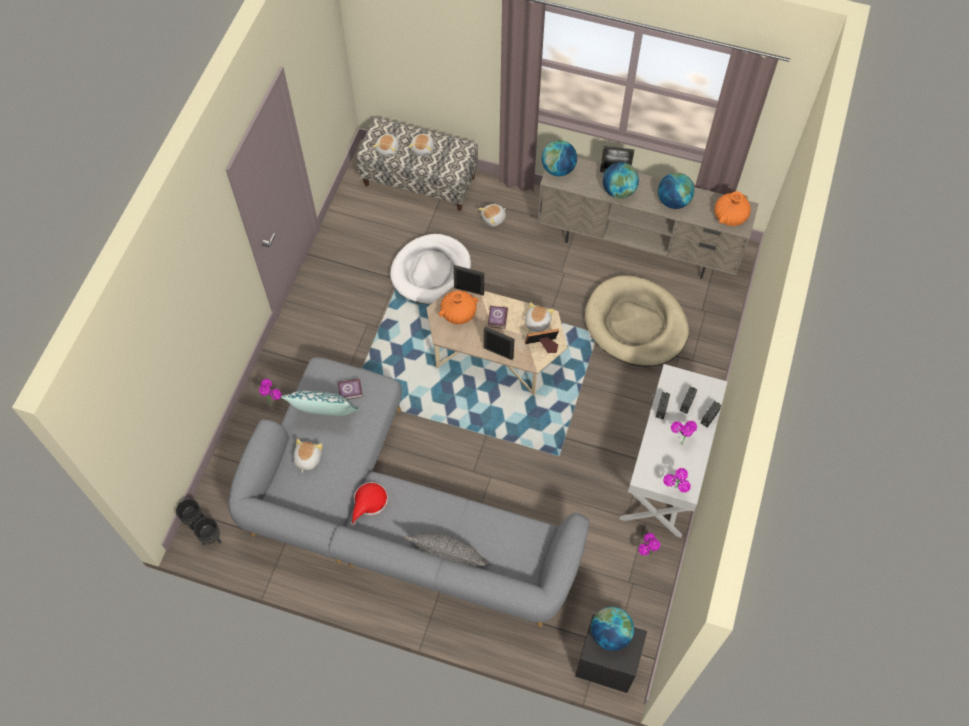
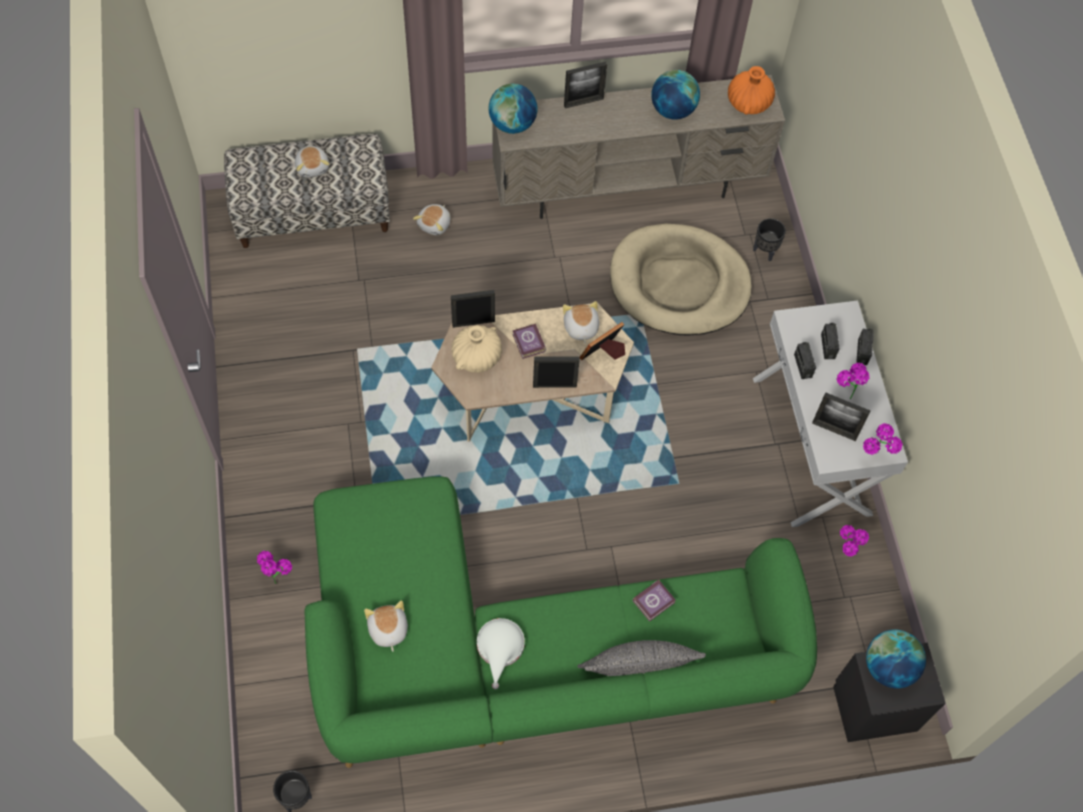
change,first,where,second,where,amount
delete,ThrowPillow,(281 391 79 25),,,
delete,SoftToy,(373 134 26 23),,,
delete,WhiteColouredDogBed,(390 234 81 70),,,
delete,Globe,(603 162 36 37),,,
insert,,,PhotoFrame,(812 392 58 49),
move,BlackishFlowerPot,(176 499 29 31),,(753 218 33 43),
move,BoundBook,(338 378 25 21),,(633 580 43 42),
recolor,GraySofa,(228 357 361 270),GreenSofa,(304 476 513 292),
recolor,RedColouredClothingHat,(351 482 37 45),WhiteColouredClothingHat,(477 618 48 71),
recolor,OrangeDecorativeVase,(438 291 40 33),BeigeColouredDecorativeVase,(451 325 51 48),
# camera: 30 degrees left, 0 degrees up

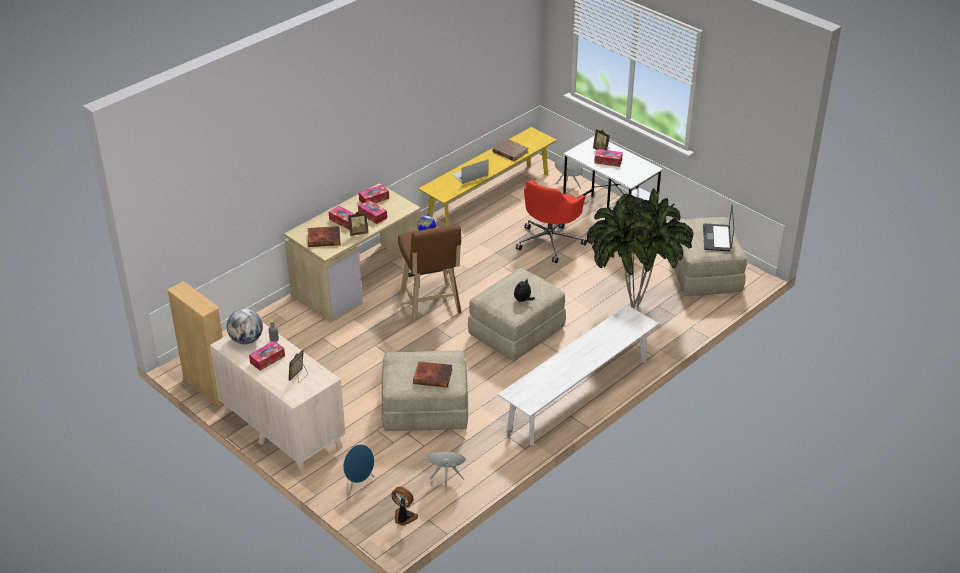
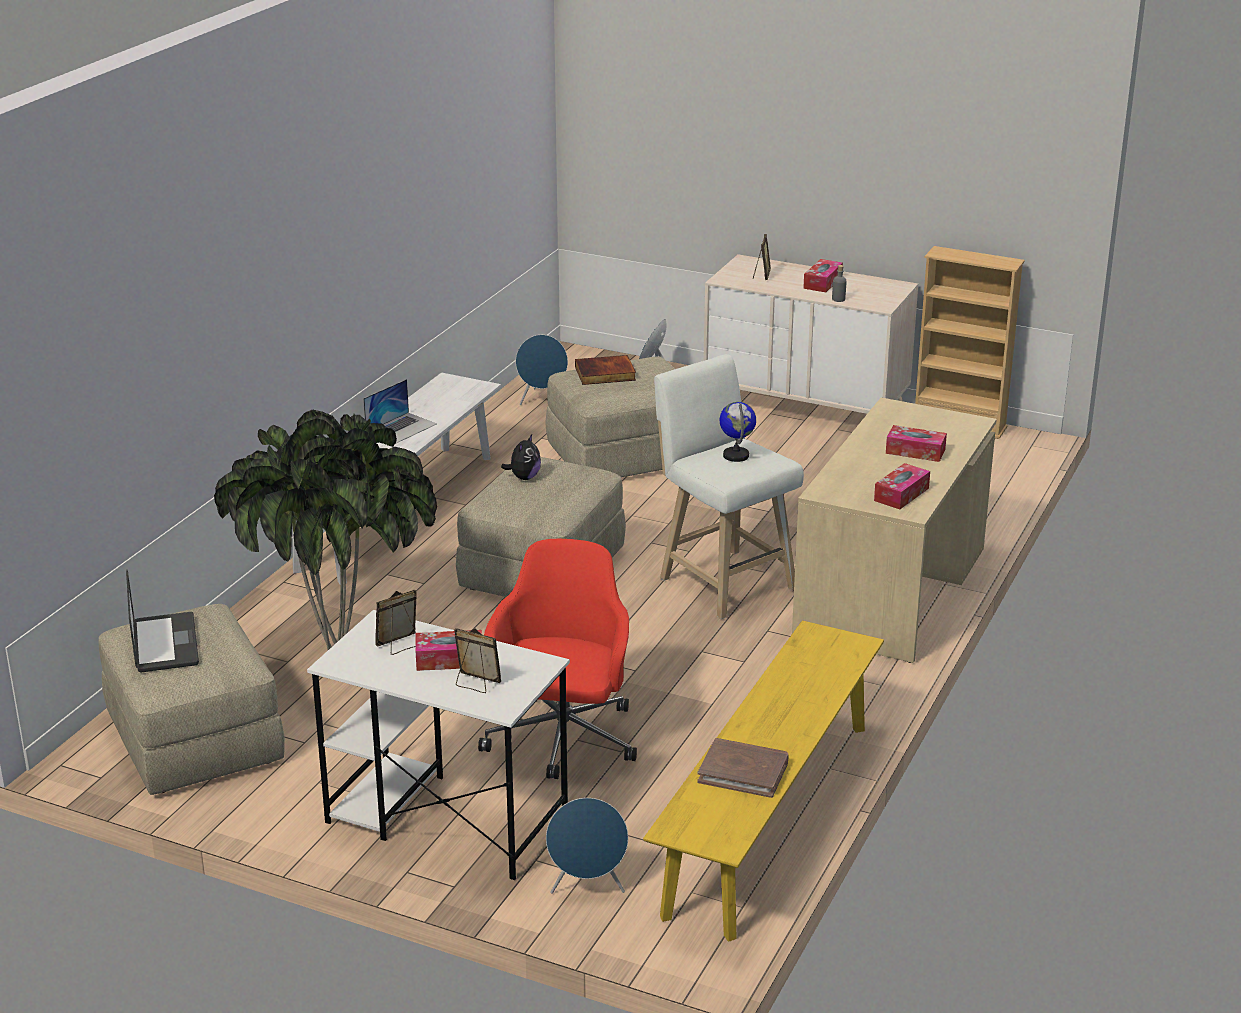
change,first,where,second,where,amount
delete,Globe,(227 309 36 35),,,
delete,BoundBook,(308 226 32 21),,,
delete,TissueBox,(358 200 29 24),,,
delete,Fan,(391 487 27 39),,,
move,PhotoFrame,(348 212 20 24),,(375 590 42 65),
move,Laptop,(452 159 36 25),,(363 379 73 65),
recolor,BrownStool,(398 225 64 97),WhiteColouredStool,(654 354 150 265),
# camera: 160 degrees right, 10 degrees down

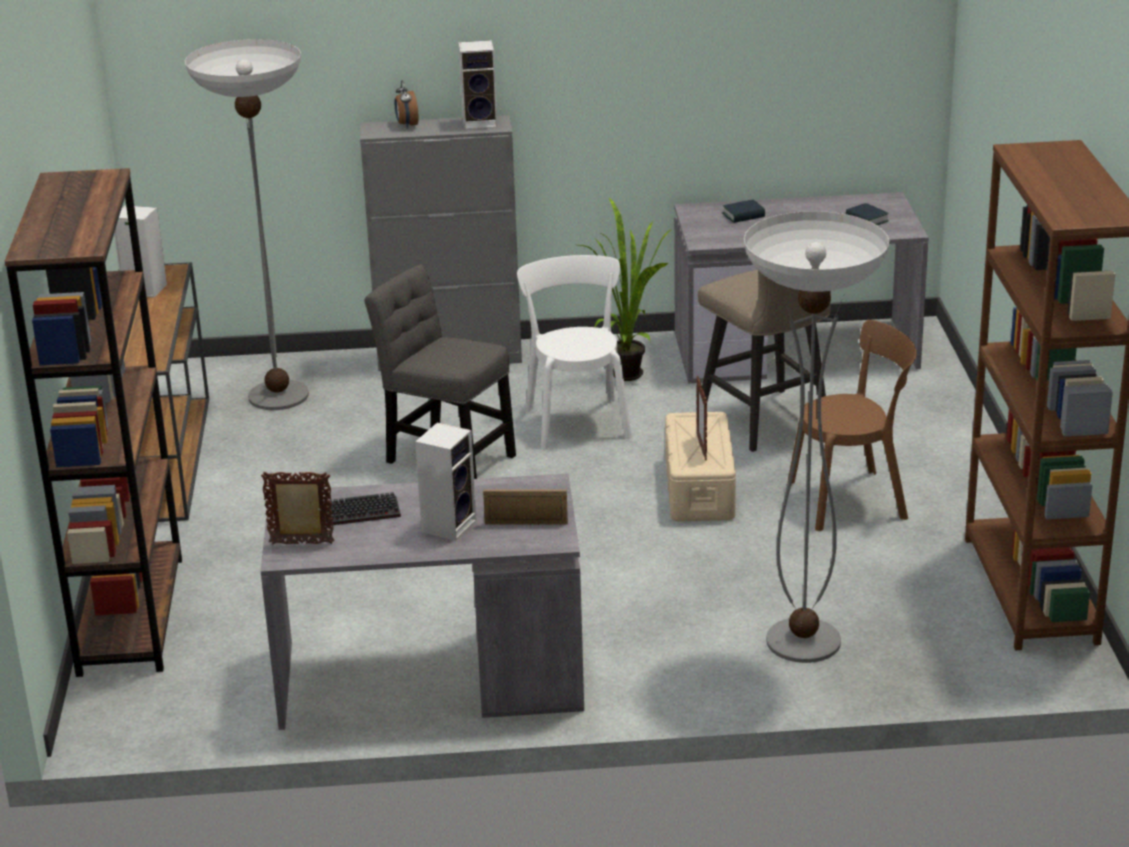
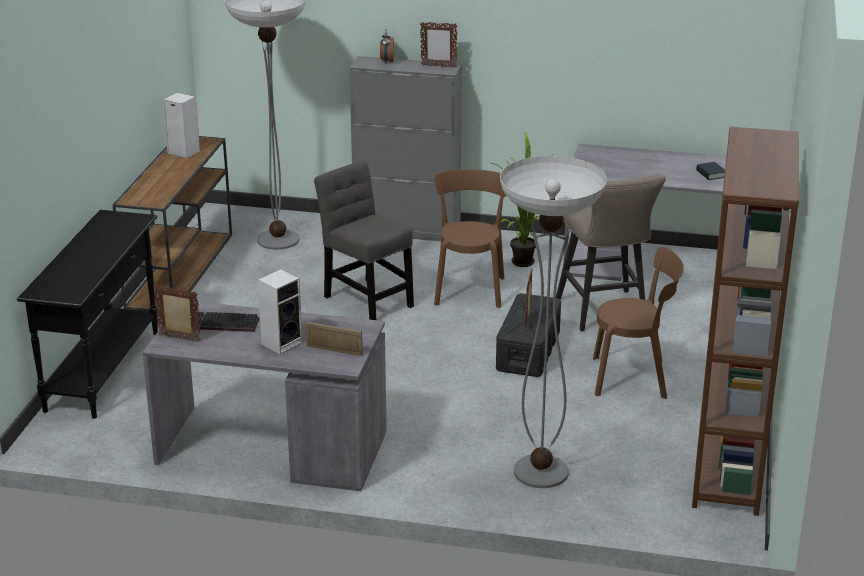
change,first,where,second,where,amount
delete,BoundBook,(722 200 43 23),,,
replace,BrownBookcase,(5 168 177 509),BlackishHallTable,(17 210 141 209),
replace,AudioSpeaker,(458 40 39 90),PhotoFrame,(420 22 38 46),
recolor,WhiteColouredChair,(517 255 115 194),BrownChair,(434 169 72 139),
recolor,BeigeColouredStorageBin,(665 412 71 109),BlackishStorageBin,(496 293 65 84),
# camera: 15 degrees right, 0 degrees up

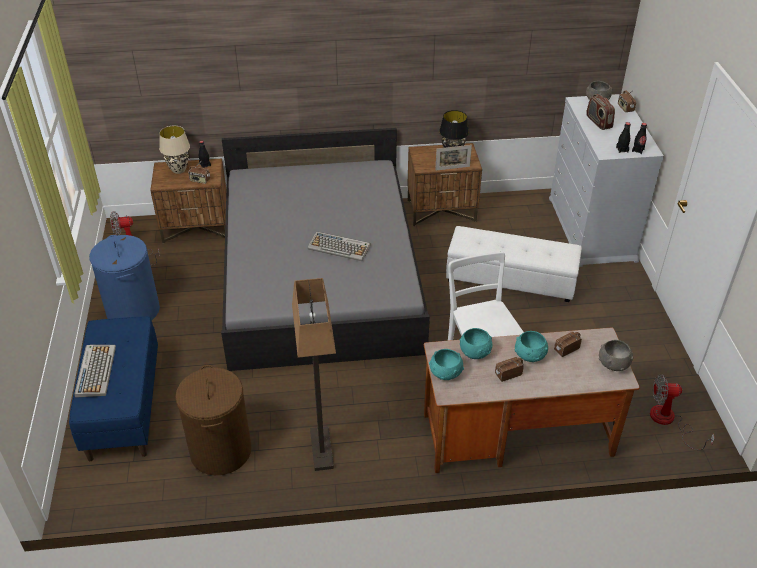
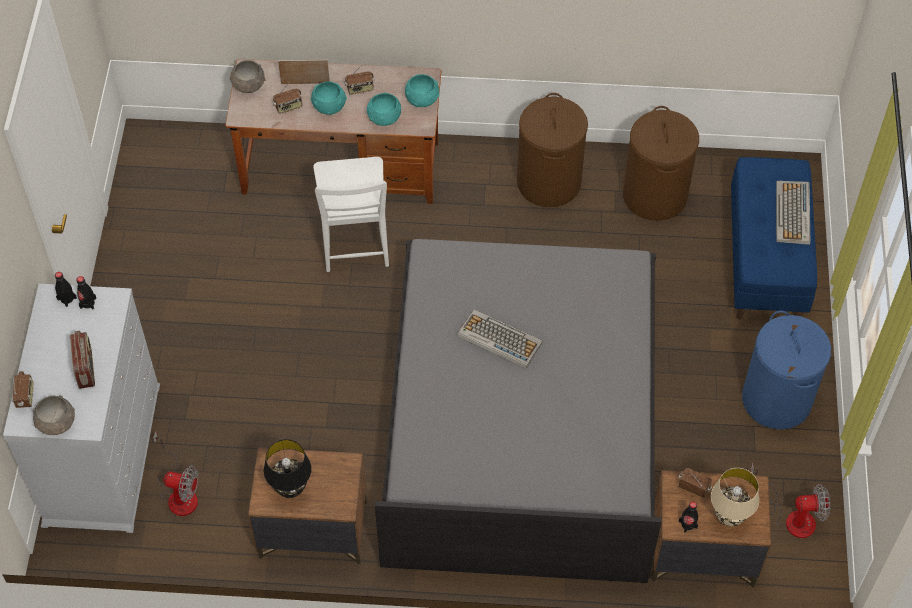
change,first,where,second,where,amount
delete,WhiteColouredFootrest,(446 226 136 76),,,
move,PhotoFrame,(435 145 37 26),,(278 59 52 25),
move,Fan,(650 374 65 76),,(153 431 45 85),
replace,StandardLamp,(292 278 44 193),BrownLaundryBasket,(517 93 71 114),
# camera: 170 degrees left, 15 degrees up

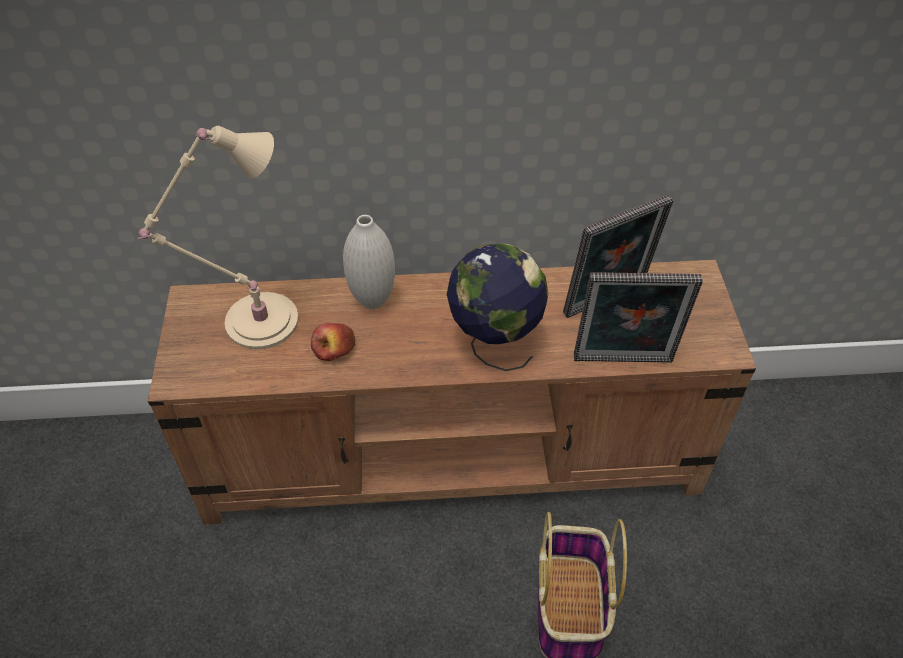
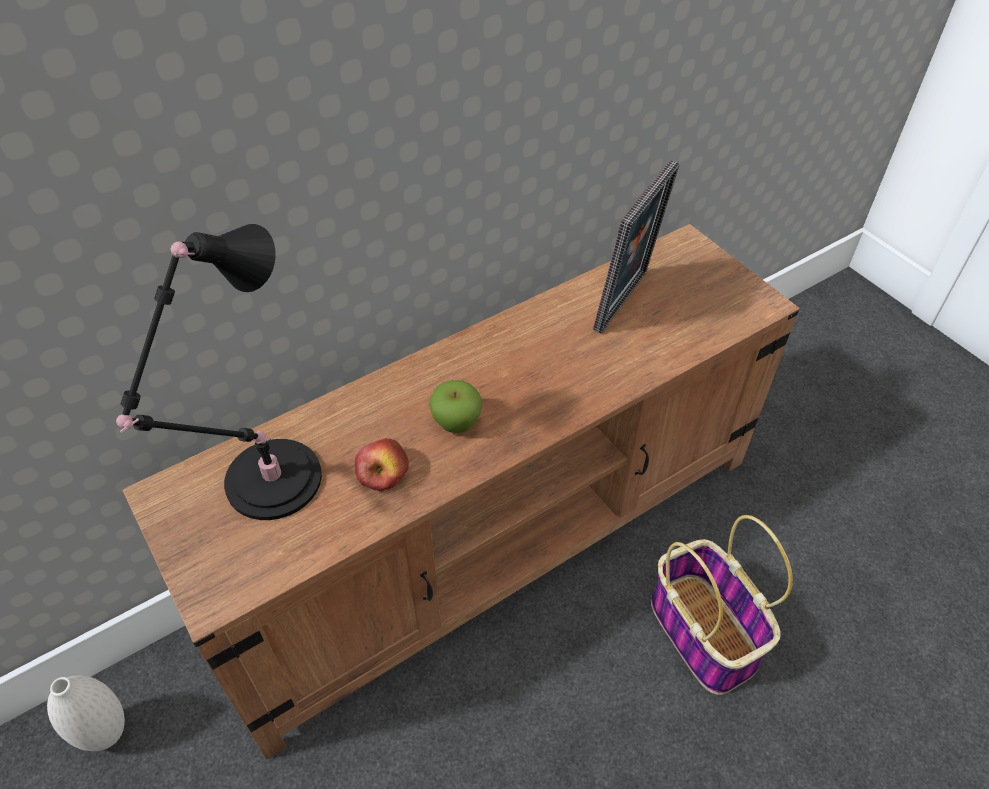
change,first,where,second,where,amount
delete,Globe,(447 244 102 127),,,
delete,PhotoFrame,(574 272 129 91),,,
insert,,,AppleFruit,(429 380 53 53),
move,WhiteColouredDecorativeVase,(343 215 52 94),,(47 675 78 76),
recolor,BeigeColouredTableLamp,(137 126 162 223),BlackishTableLamp,(116 224 206 296),
# camera: 30 degrees left, 0 degrees up

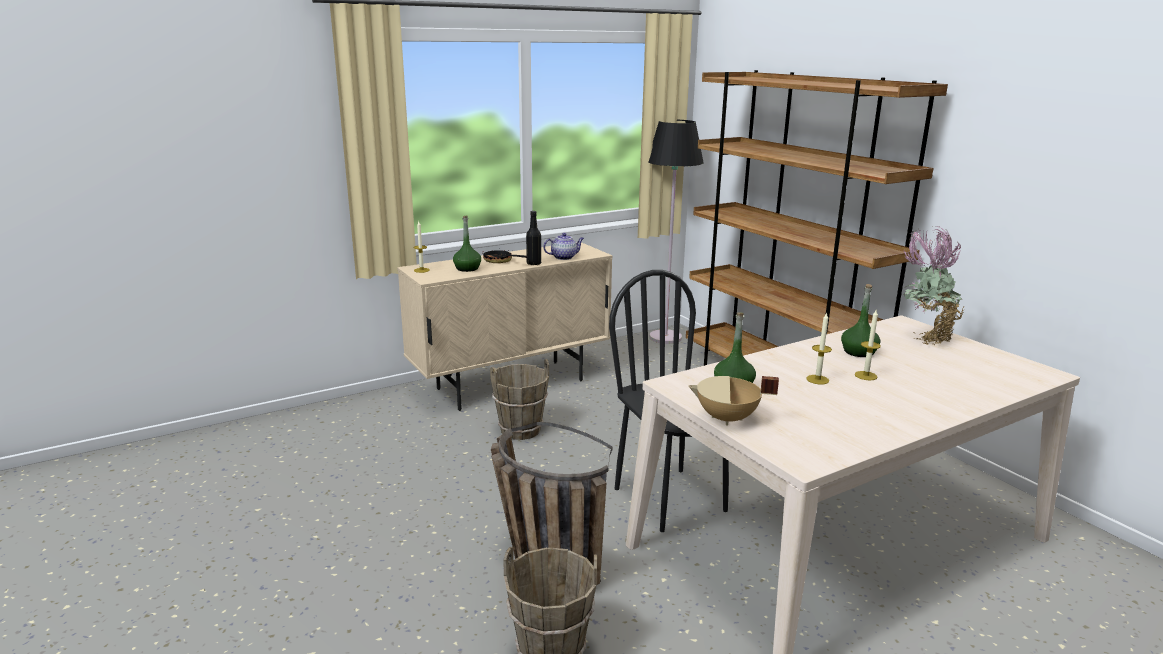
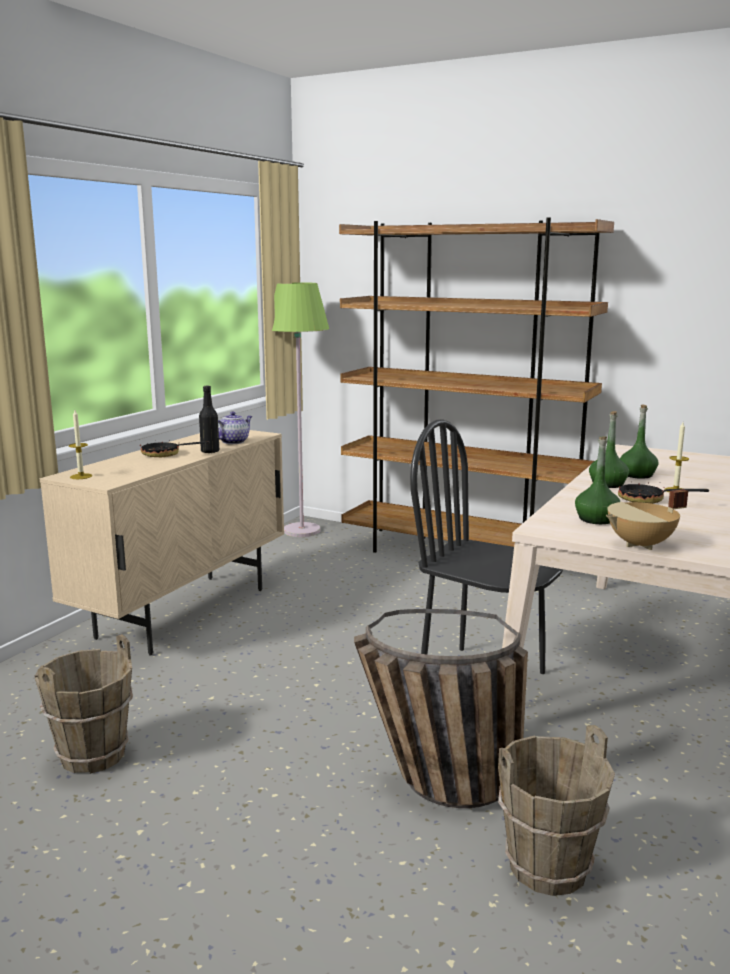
change,first,where,second,where,amount
delete,Houseplant,(903 226 62 120),,,
move,GreenDrinkBottle,(453 216 28 56),,(589 411 40 77),
move,BrownPail,(490 359 59 81),,(35 634 98 140),
replace,WaxCandle,(806 313 26 72),FryingPan,(618 481 91 23),
recolor,BlackishStandardLamp,(648 120 56 224),GreenStandardLamp,(272 282 57 255),
# camera: 30 degrees left, 5 degrees down

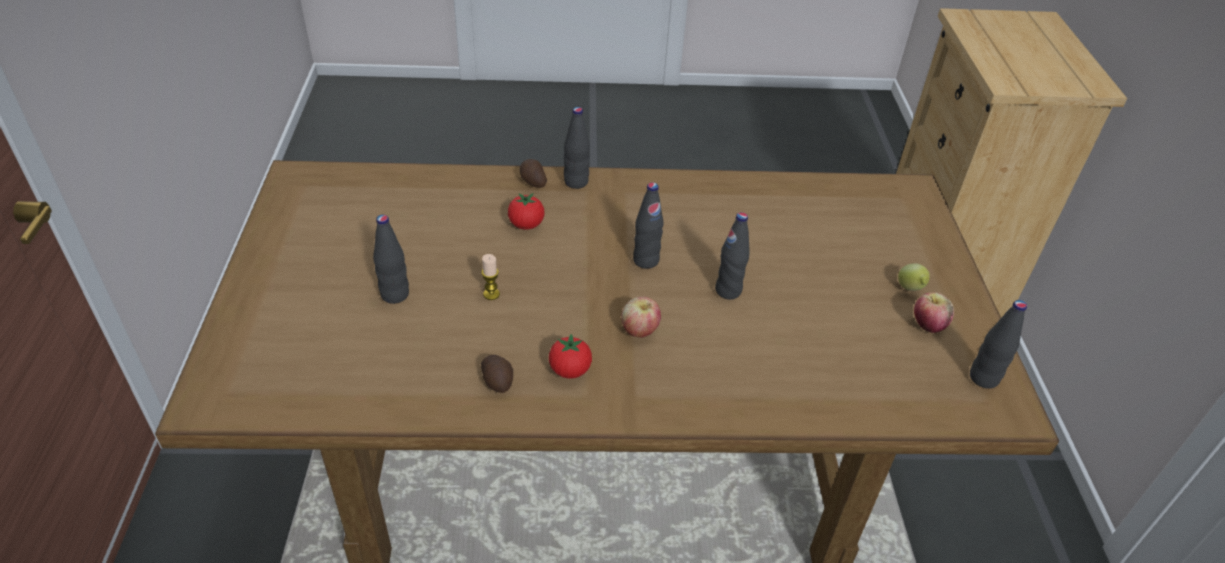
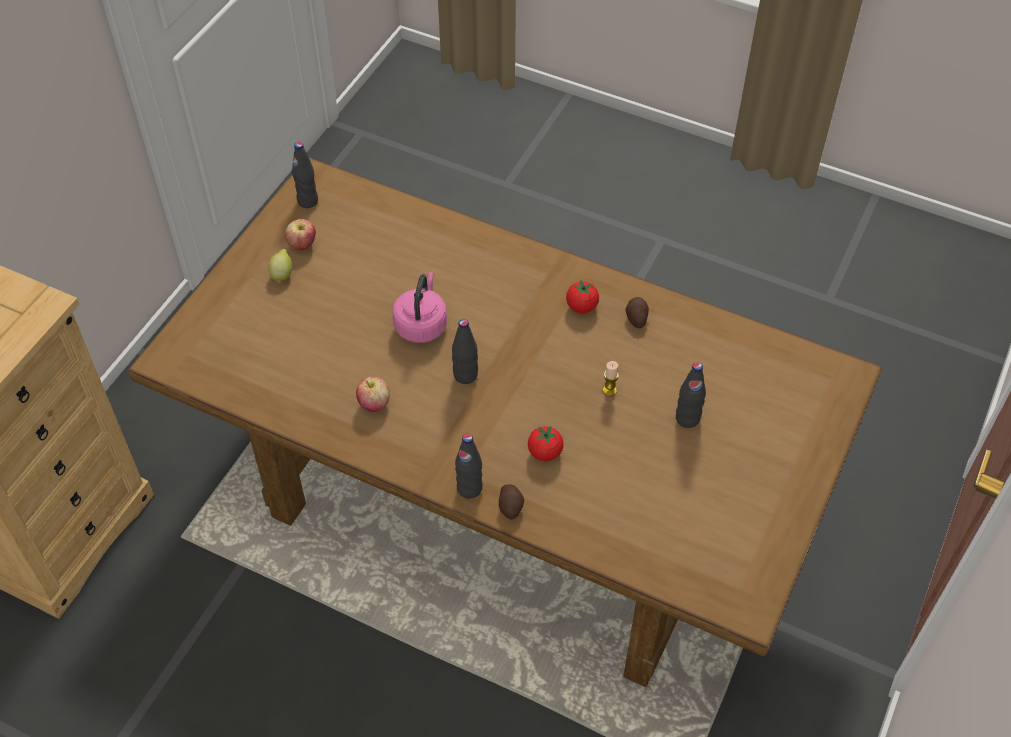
change,first,where,second,where,amount
move,AppleFruit,(621 297 40 41),,(356 377 34 35),
replace,BlackishDrinkBottle,(715 212 35 87),PinkColouredWaterKettle,(393 272 54 71),
# camera: 150 degrees left, 10 degrees up

